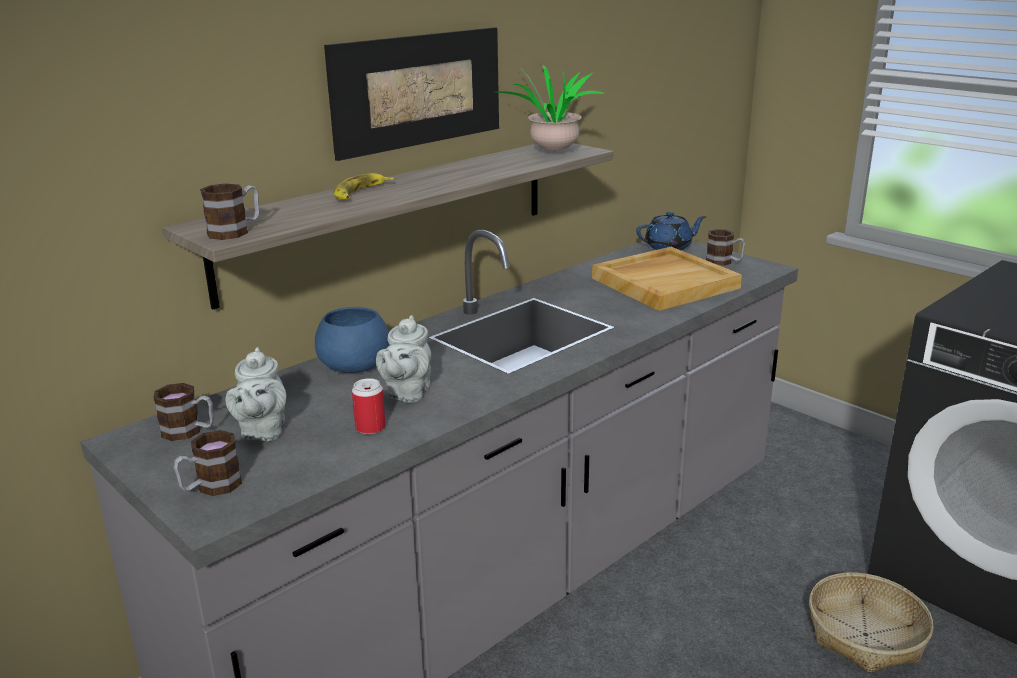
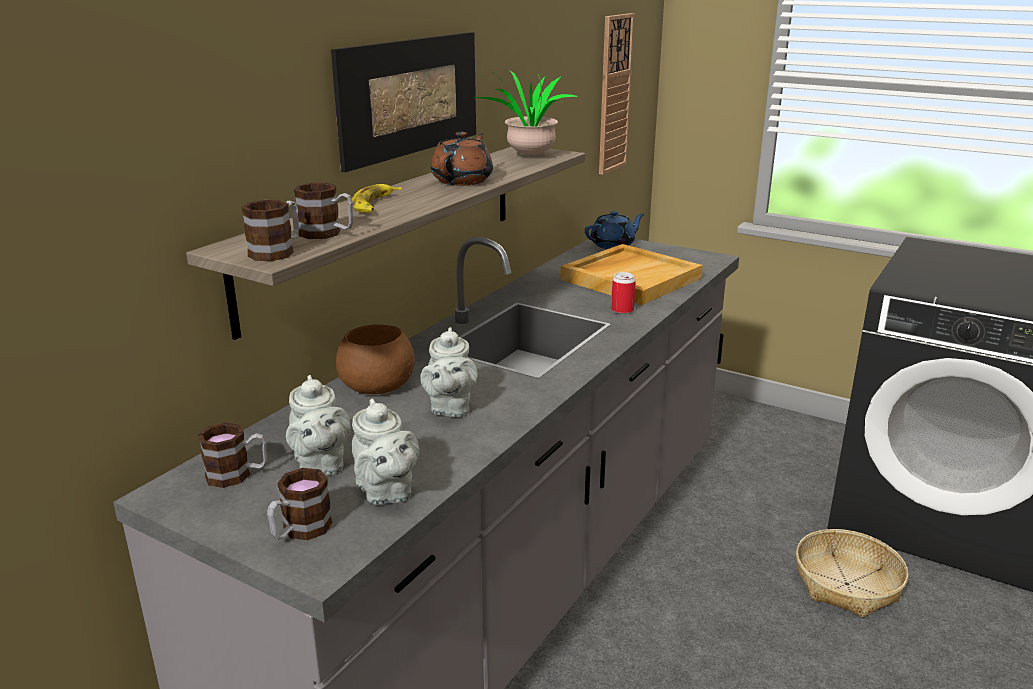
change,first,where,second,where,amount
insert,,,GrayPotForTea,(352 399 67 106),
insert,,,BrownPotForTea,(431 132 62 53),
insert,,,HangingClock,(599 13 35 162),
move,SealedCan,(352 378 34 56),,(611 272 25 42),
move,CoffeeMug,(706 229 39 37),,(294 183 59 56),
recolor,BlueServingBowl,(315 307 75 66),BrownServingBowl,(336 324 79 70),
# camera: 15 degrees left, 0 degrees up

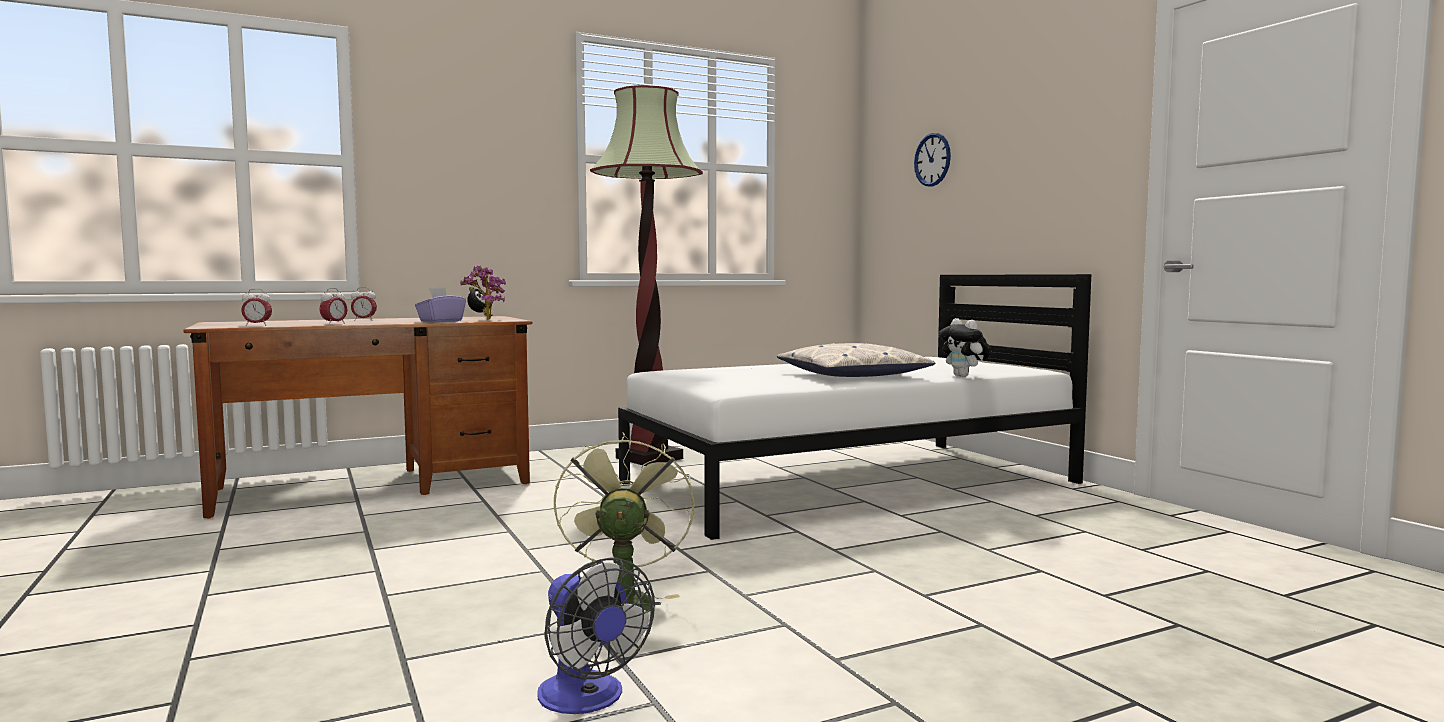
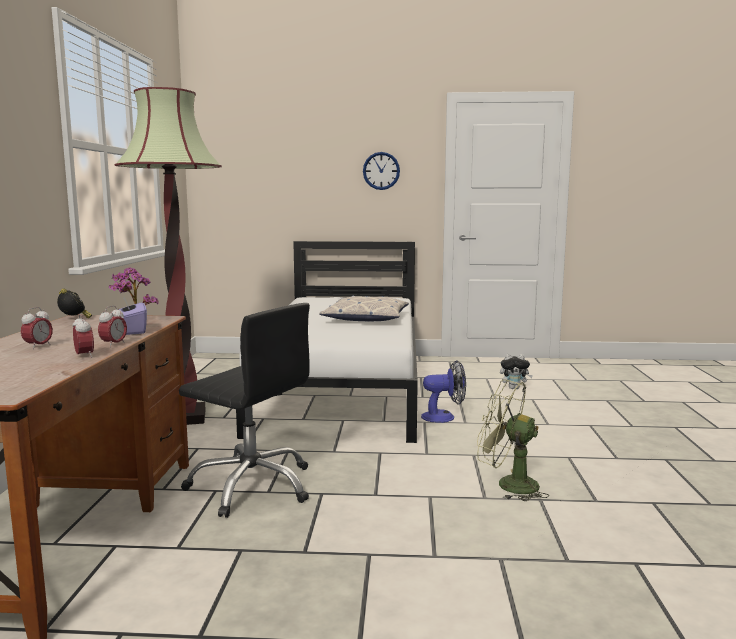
change,first,where,second,where,amount
insert,,,BlackishComputerChair,(179 303 131 215),
move,AlarmClock,(241 289 31 37),,(98 306 29 42),
move,Fan,(537 557 118 157),,(421 360 45 63),
move,HangingClock,(914 133 37 54),,(363 152 37 38),
move,SoftToy,(939 318 52 59),,(500 354 33 35),
# camera: 60 degrees left, 5 degrees up

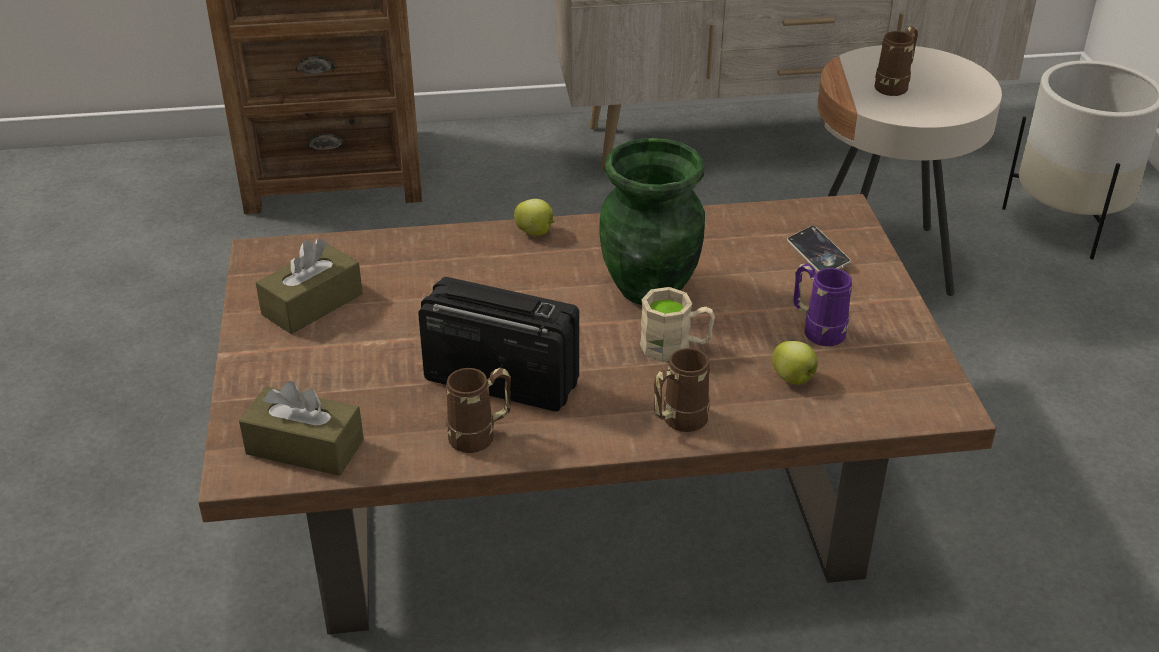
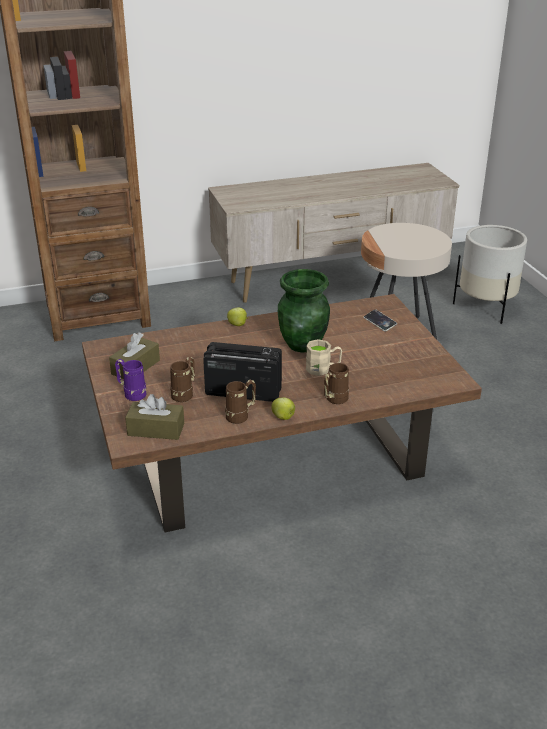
change,first,where,second,where,amount
move,AppleFruit,(772 341 46 43),,(271 397 24 23),
move,PurplishCoffeeMug,(794 263 58 83),,(115 359 32 42),
move,BrownCoffeeMug,(874 27 44 69),,(170 357 25 45),
# camera: 10 degrees left, 5 degrees down

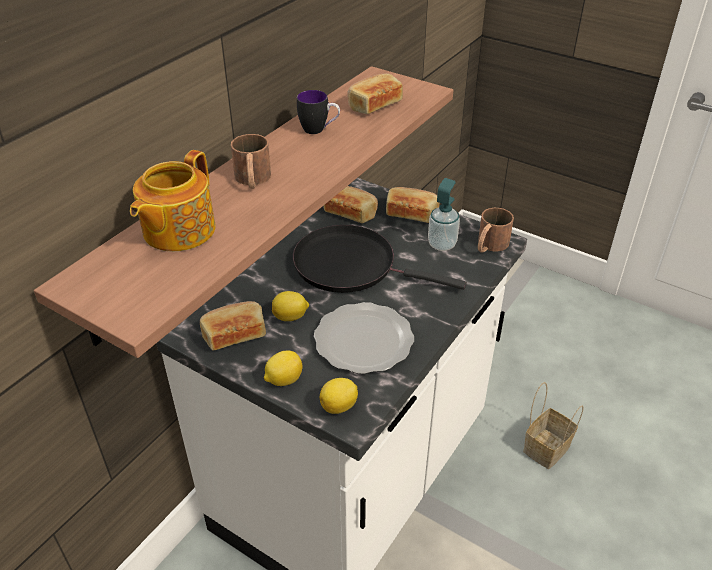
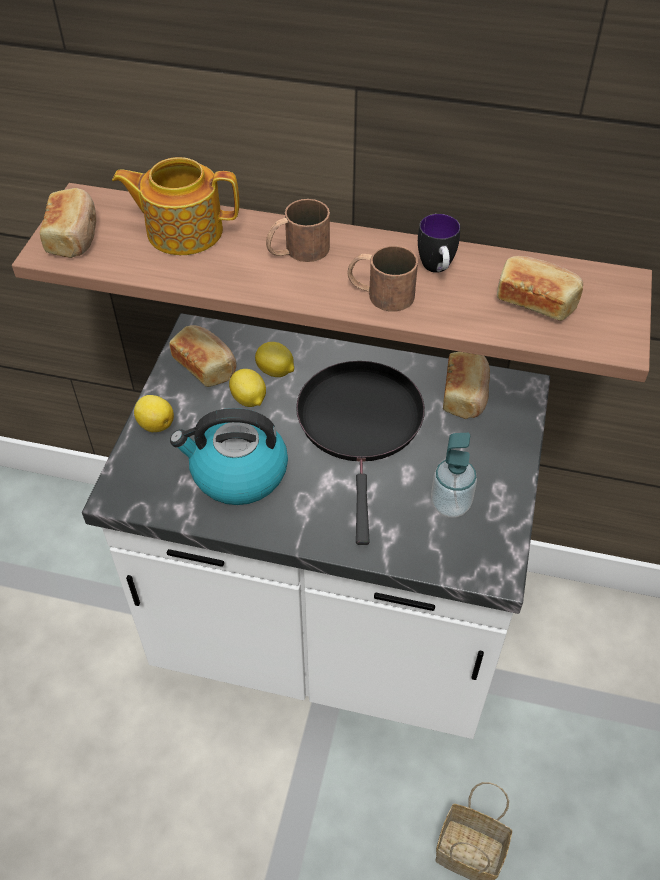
change,first,where,second,where,amount
move,WholeLemon,(320 378 38 36),,(255 342 39 35),
move,Bread,(386 187 53 36),,(40 188 56 70),
move,BrownCoffeeMug,(478 208 36 45),,(348 246 70 65),
replace,DinnerPlate,(314 302 100 72),WaterKettle,(170 408 118 97),
# camera: 70 degrees right, 10 degrees up

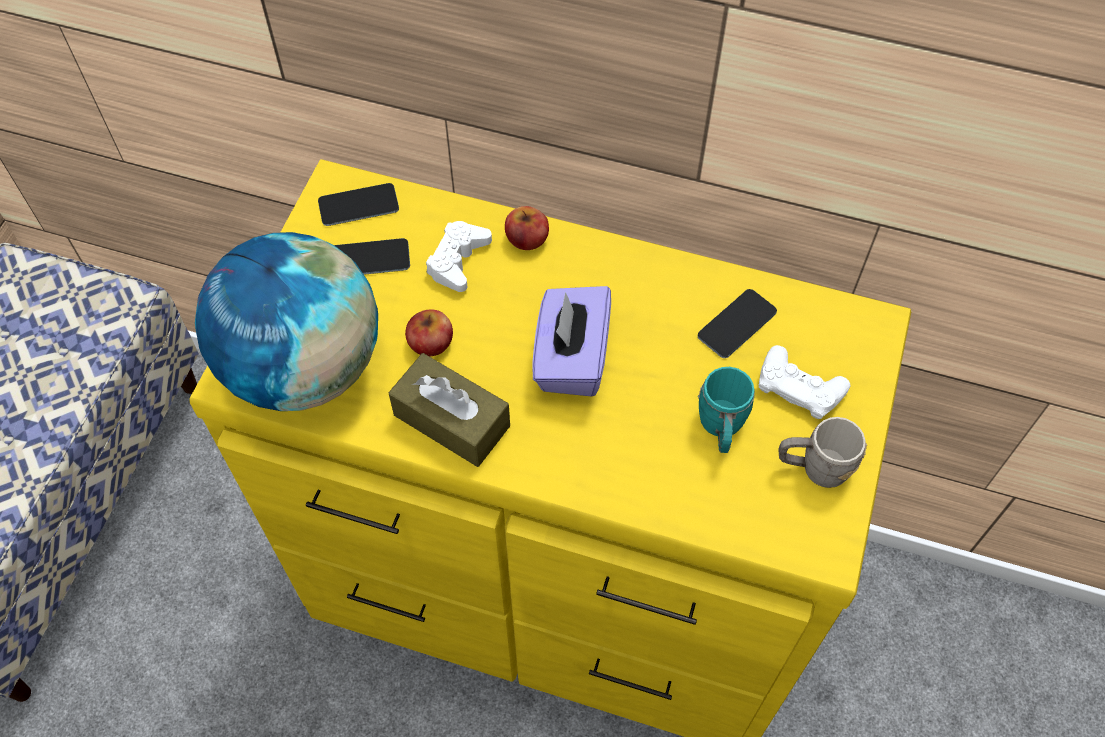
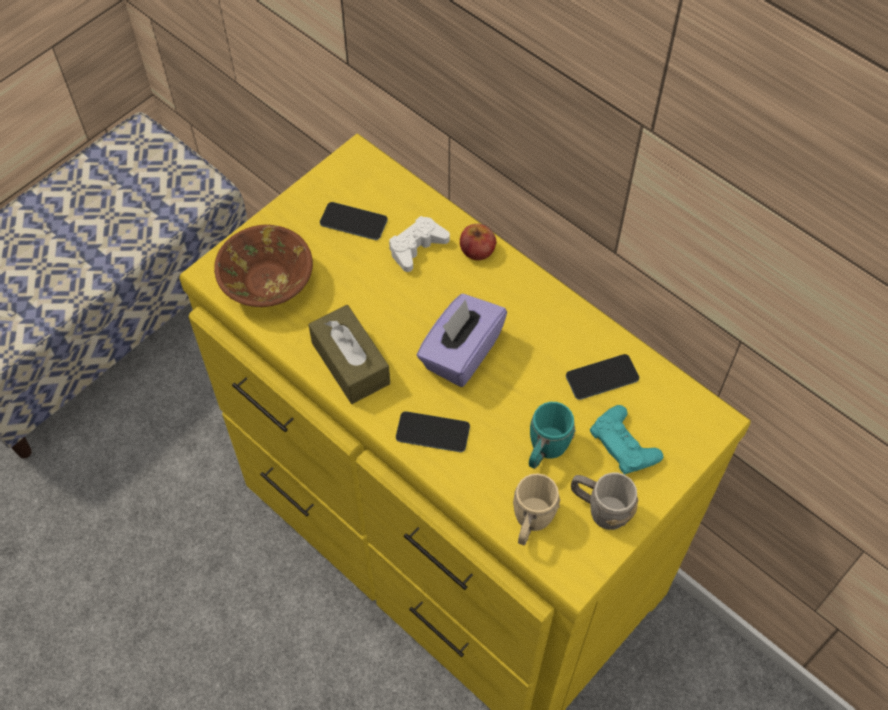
change,first,where,second,where,amount
delete,AppleFruit,(405 309 48 47),,,
insert,,,BeigeColouredCoffeeMug,(513 473 48 72),
move,Handset,(318 183 81 43),,(396 411 74 41),
replace,Globe,(195 232 183 179),BrownServingBowl,(214 225 99 82),
recolor,WhiteColouredGameController,(759 345 91 74),BlueGreenGameController,(590 405 73 69),
# camera: 25 degrees right, 0 degrees up

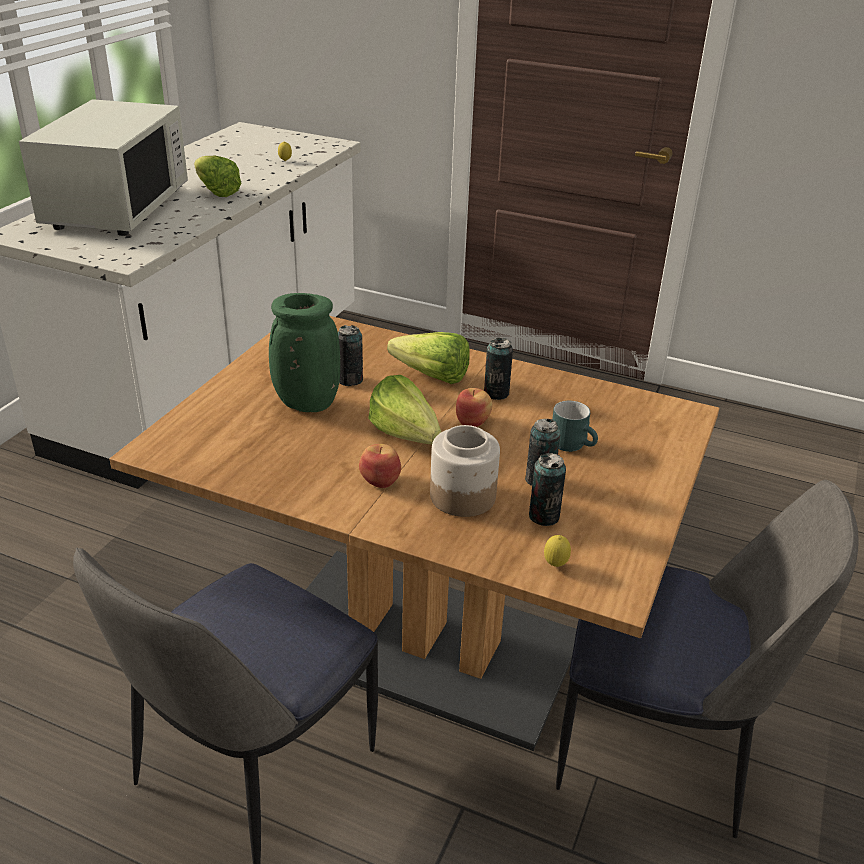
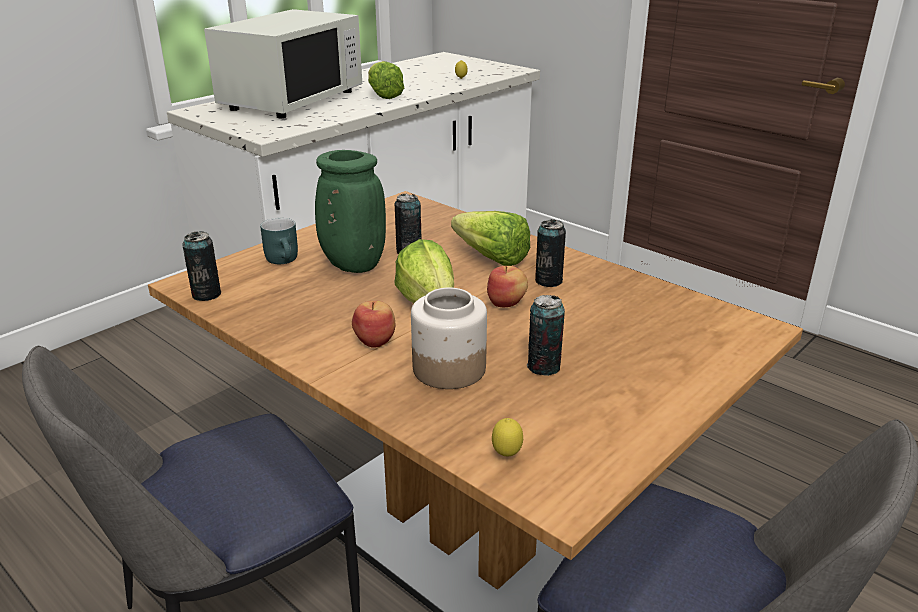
change,first,where,second,where,amount
move,SealedCan,(529 453 37 73),,(182 231 39 70),
move,BlueGreenCoffeeMug,(552 401 46 51),,(260 218 38 46),
# camera: 20 degrees right, 5 degrees down

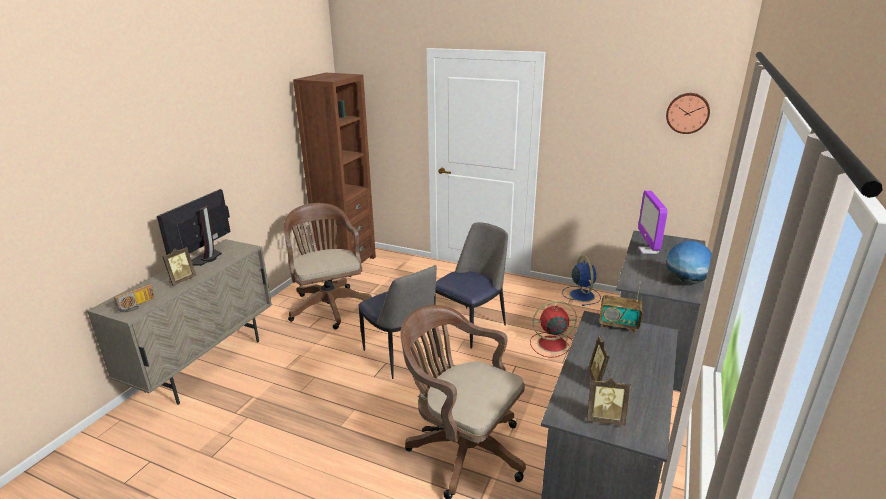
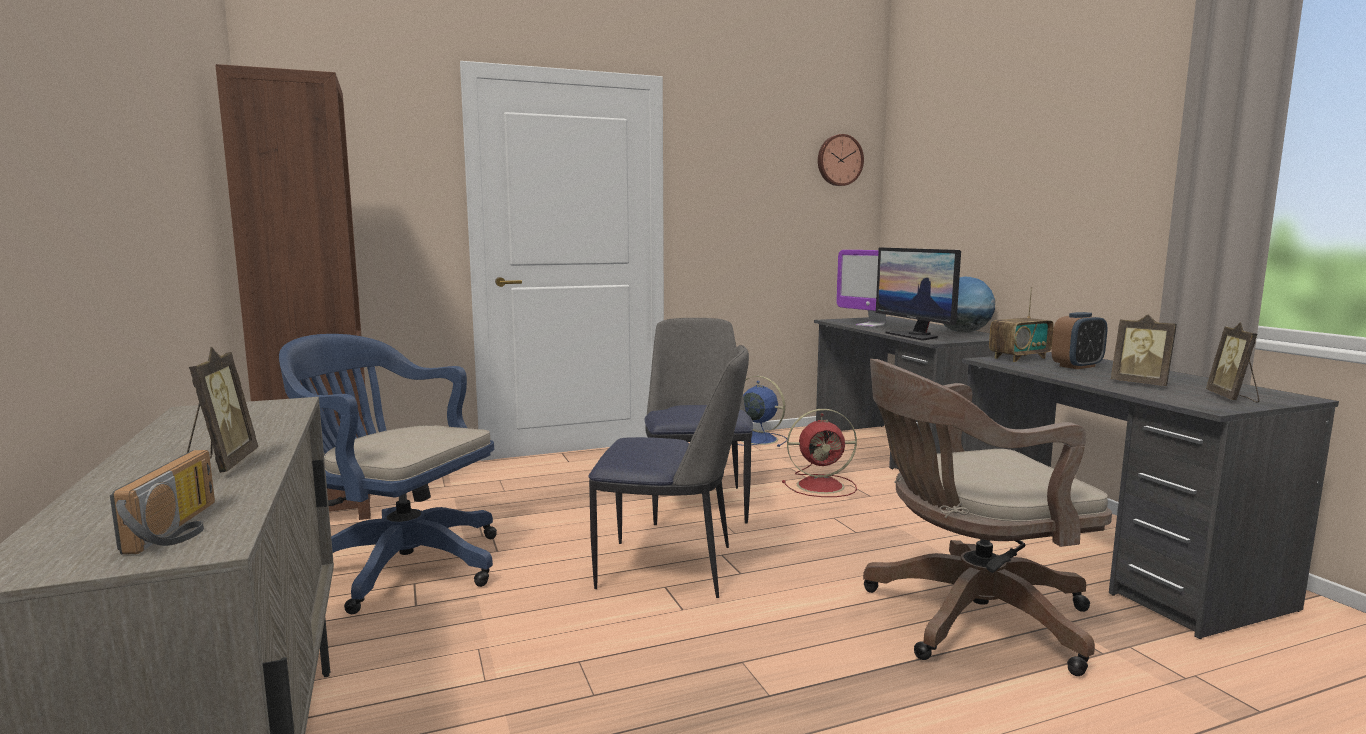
change,first,where,second,where,amount
insert,,,AlarmClock,(1051 312 57 57),
move,ComputerDisplay,(157 189 74 77),,(876 247 85 94),
recolor,BrownComputerChair,(284 203 88 126),BlueComputerChair,(279 334 218 280),
rotate,RedColouredFan,(530 301 47 57),,(782 409 75 88),135 degrees counterclockwise
rotate,PhotoFrame,(587 378 44 48),,(1206 322 53 81),135 degrees clockwise
# camera: 45 degrees left, 15 degrees down

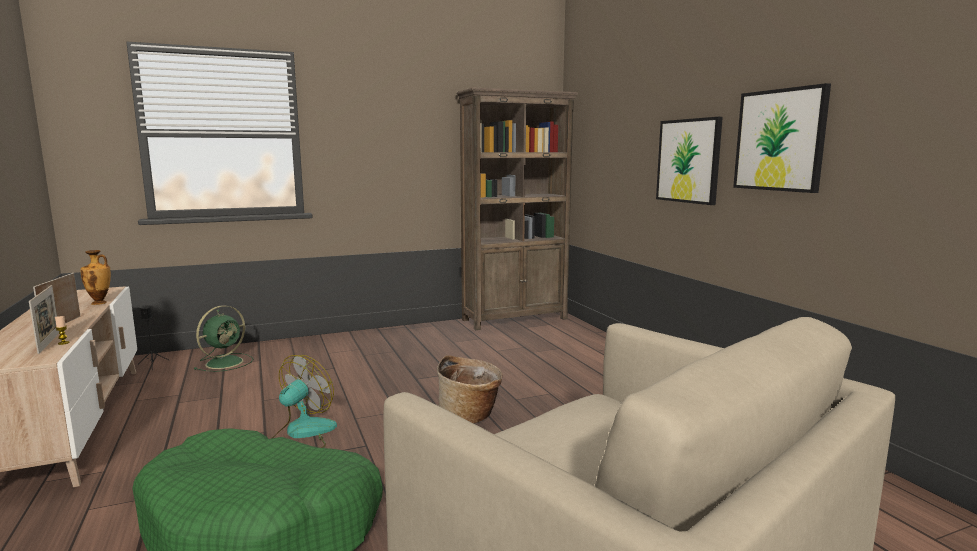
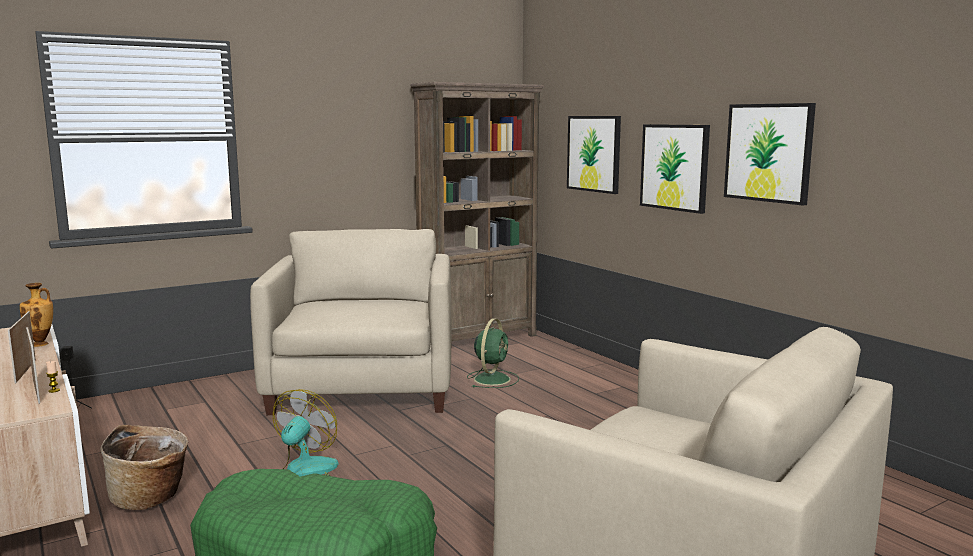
change,first,where,second,where,amount
insert,,,BeigeColouredEasyChair,(250 229 202 186),
insert,,,WallPicture,(567 116 54 78),
move,GreenFan,(193 305 60 67),,(467 318 52 70),
move,Basket,(437 355 65 68),,(100 425 88 85),
# camera: 10 degrees left, 0 degrees up

